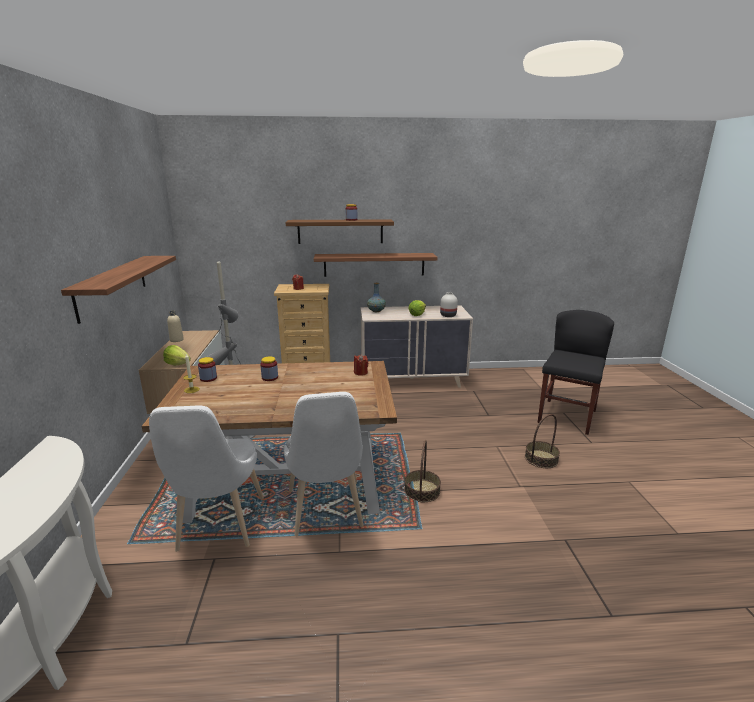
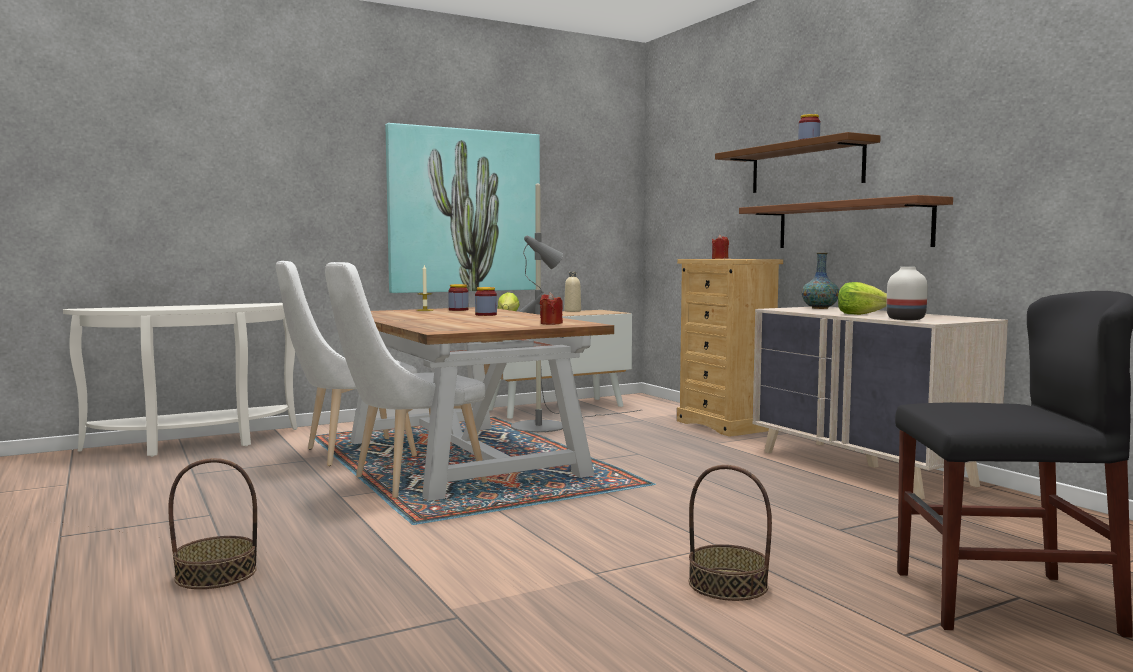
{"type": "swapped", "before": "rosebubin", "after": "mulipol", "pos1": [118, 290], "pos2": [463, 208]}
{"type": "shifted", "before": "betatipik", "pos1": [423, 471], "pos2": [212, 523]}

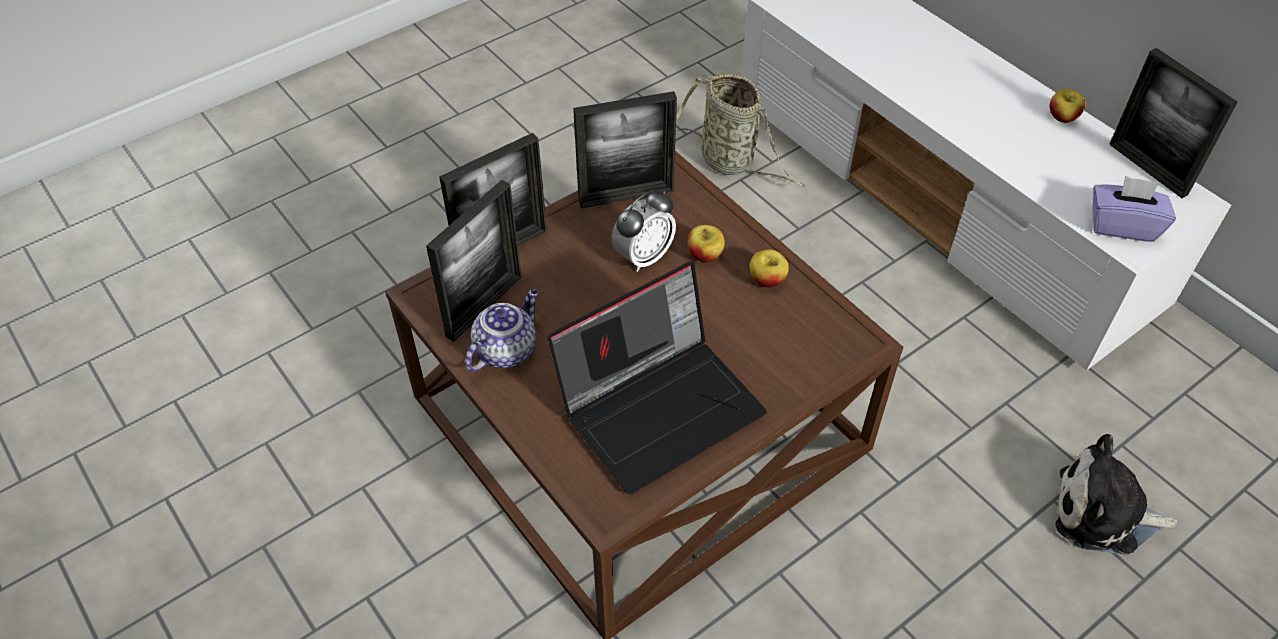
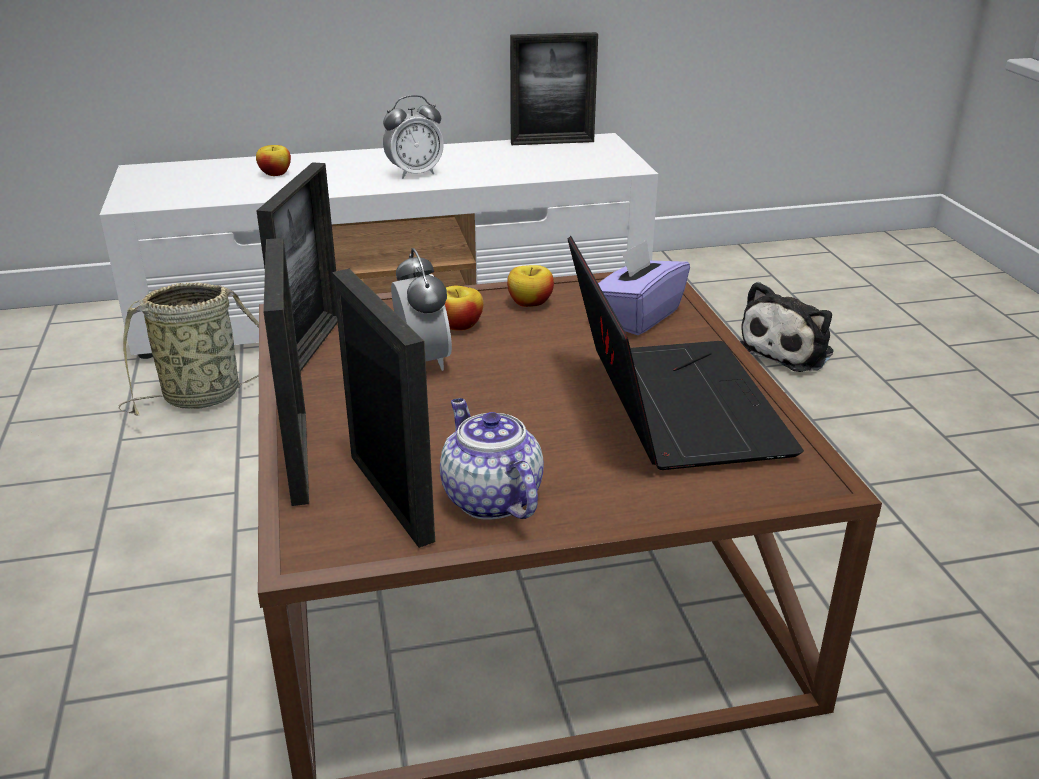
{"type": "shifted", "before": "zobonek", "pos1": [1068, 106], "pos2": [273, 160]}
{"type": "shifted", "before": "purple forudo", "pos1": [1134, 209], "pos2": [644, 287]}
{"type": "new", "after": "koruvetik", "pos2": [413, 137]}

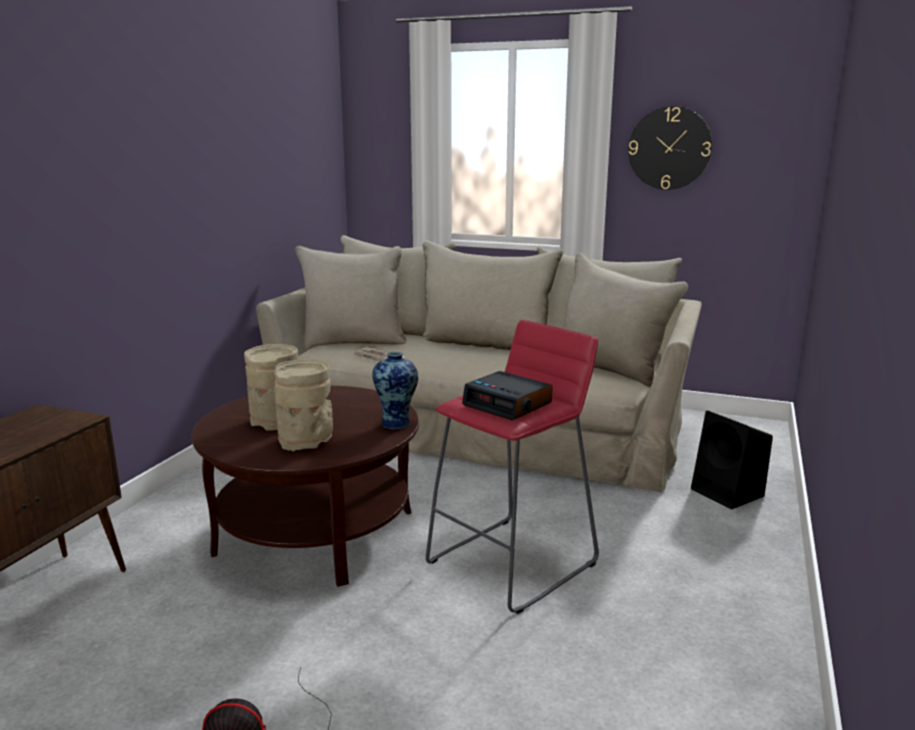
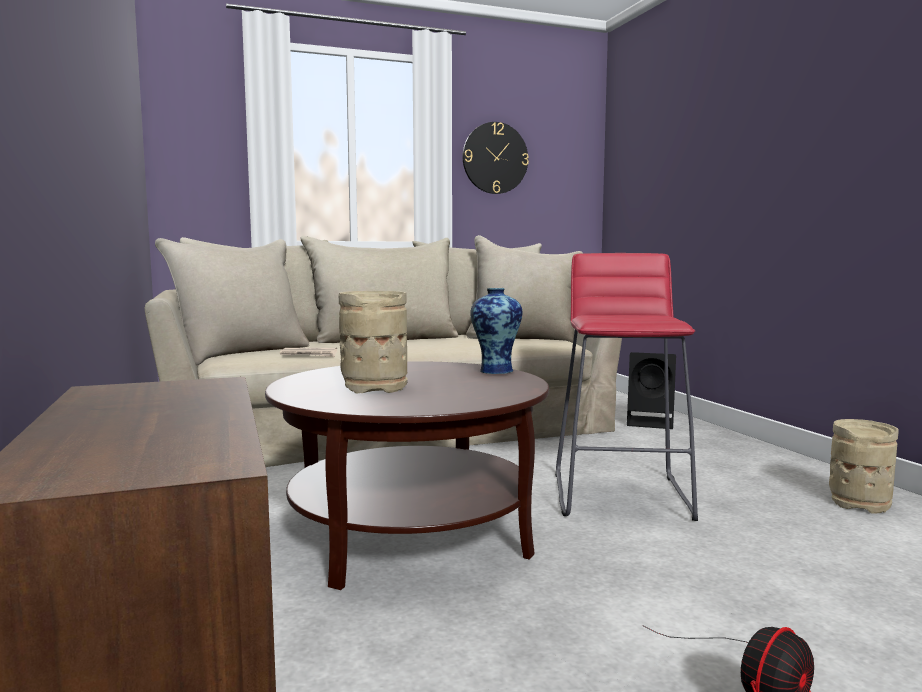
{"type": "shifted", "before": "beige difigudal", "pos1": [303, 405], "pos2": [864, 466]}
{"type": "gone", "before": "koruvetik", "pos1": [507, 396]}

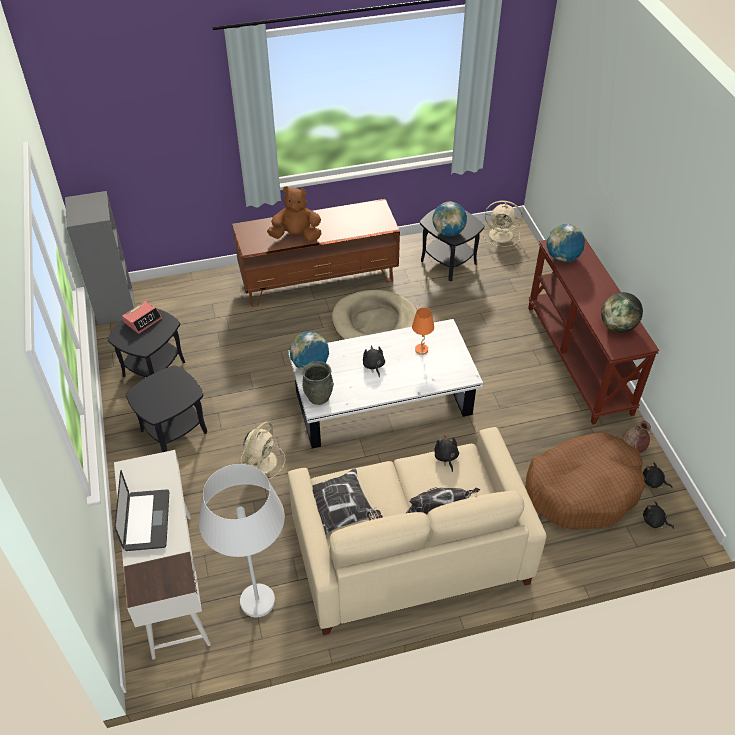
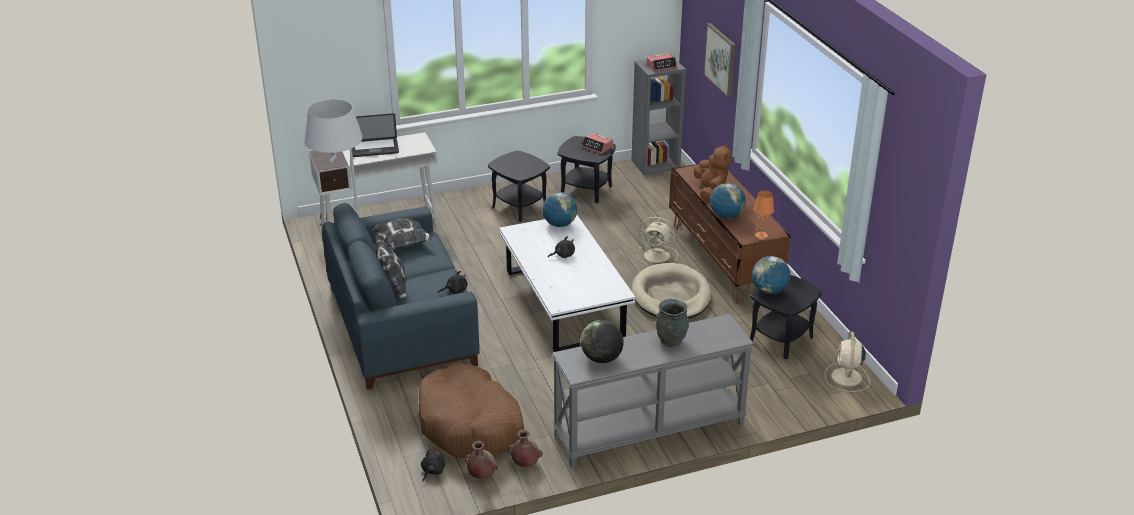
{"type": "shifted", "before": "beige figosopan", "pos1": [263, 450], "pos2": [657, 241]}
{"type": "repainted", "before": "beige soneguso", "after": "blue soneguso", "pos1": [417, 531], "pos2": [401, 296]}
{"type": "shifted", "before": "grey difigudal", "pos1": [318, 383], "pos2": [672, 323]}
{"type": "shifted", "before": "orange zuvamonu", "pos1": [423, 331], "pos2": [763, 215]}
{"type": "repainted", "before": "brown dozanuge", "after": "grey dozanuge", "pos1": [593, 331], "pos2": [653, 391]}
{"type": "shifted", "before": "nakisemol", "pos1": [565, 243], "pos2": [728, 201]}
{"type": "swapped", "before": "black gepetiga", "after": "brown difigudal", "pos1": [658, 475], "pos2": [481, 460]}
{"type": "new", "after": "koruvetik", "pos2": [661, 62]}
{"type": "new", "after": "mulipol", "pos2": [720, 60]}

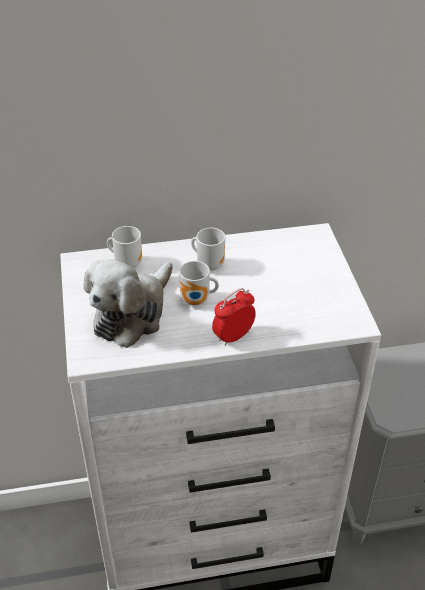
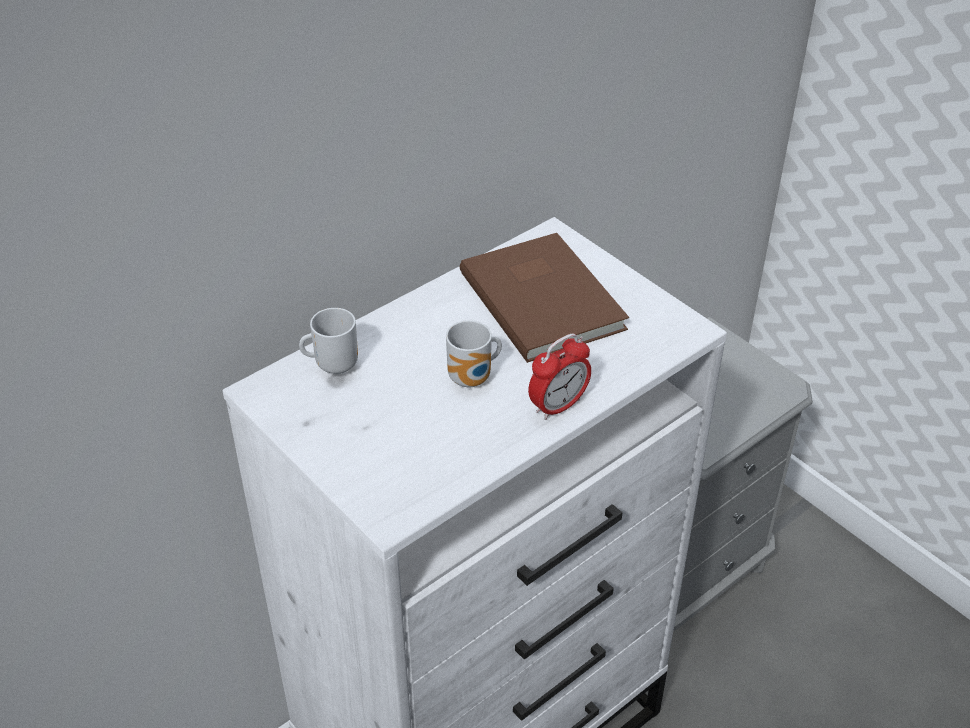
{"type": "gone", "before": "gepetiga", "pos1": [128, 303]}
{"type": "gone", "before": "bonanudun", "pos1": [208, 249]}
{"type": "rotated", "before": "koruvetik", "pos1": [234, 317], "pos2": [559, 376], "turn": -150}
{"type": "new", "after": "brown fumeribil", "pos2": [544, 298]}

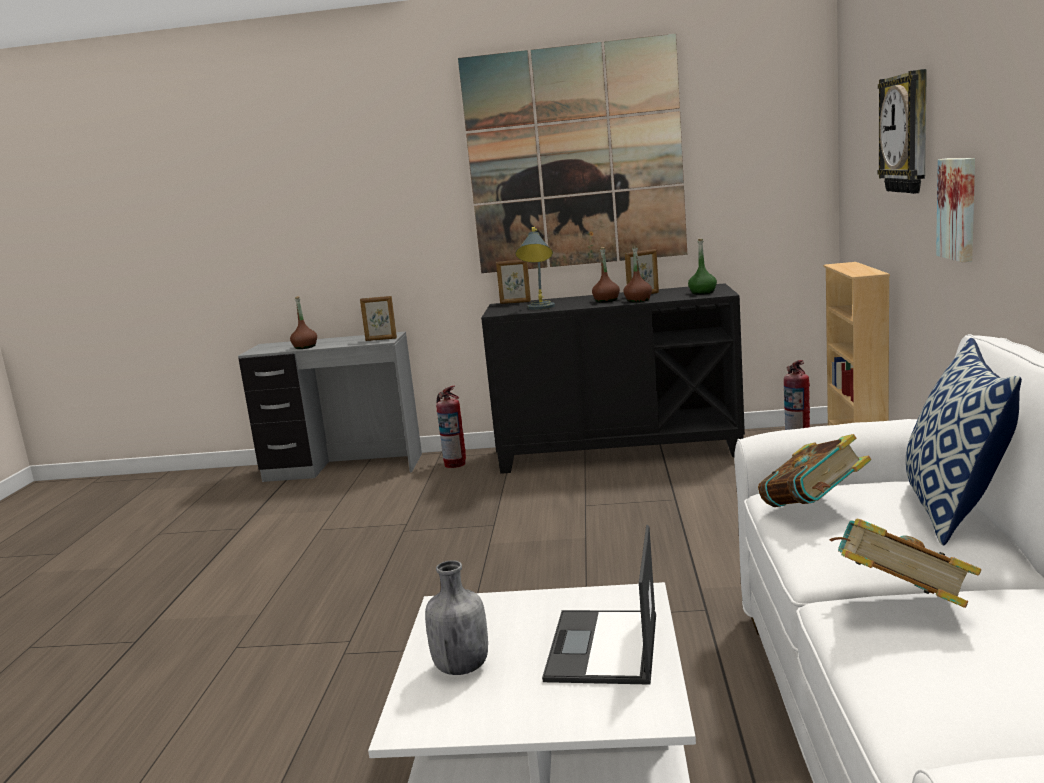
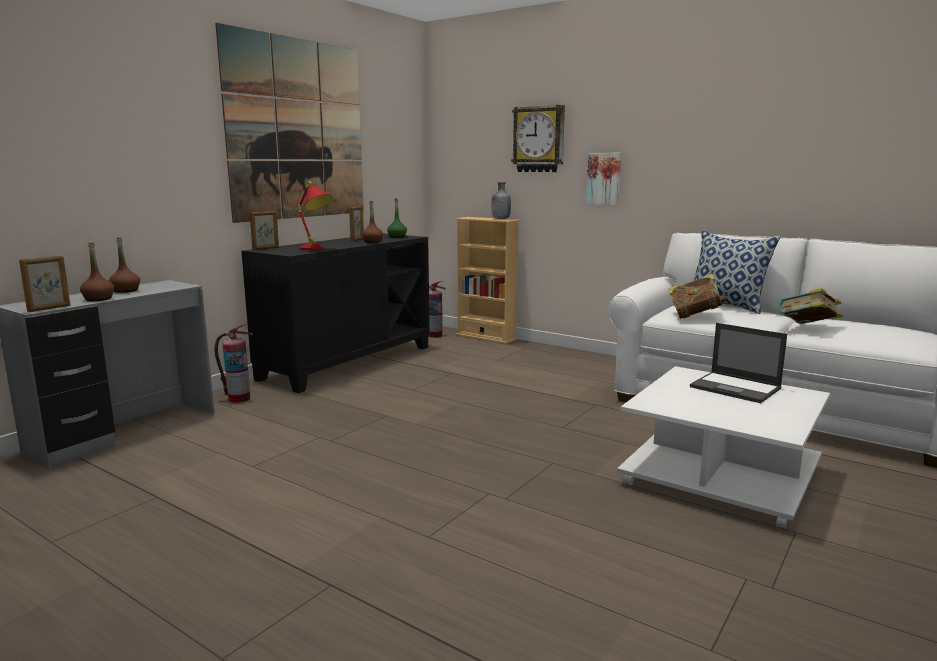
{"type": "shifted", "before": "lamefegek", "pos1": [378, 318], "pos2": [45, 284]}
{"type": "shifted", "before": "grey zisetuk", "pos1": [456, 617], "pos2": [501, 200]}
{"type": "repainted", "before": "grey zuvamonu", "after": "red zuvamonu", "pos1": [535, 268], "pos2": [314, 215]}
{"type": "shifted", "before": "brown zisetuk", "pos1": [606, 274], "pos2": [124, 265]}

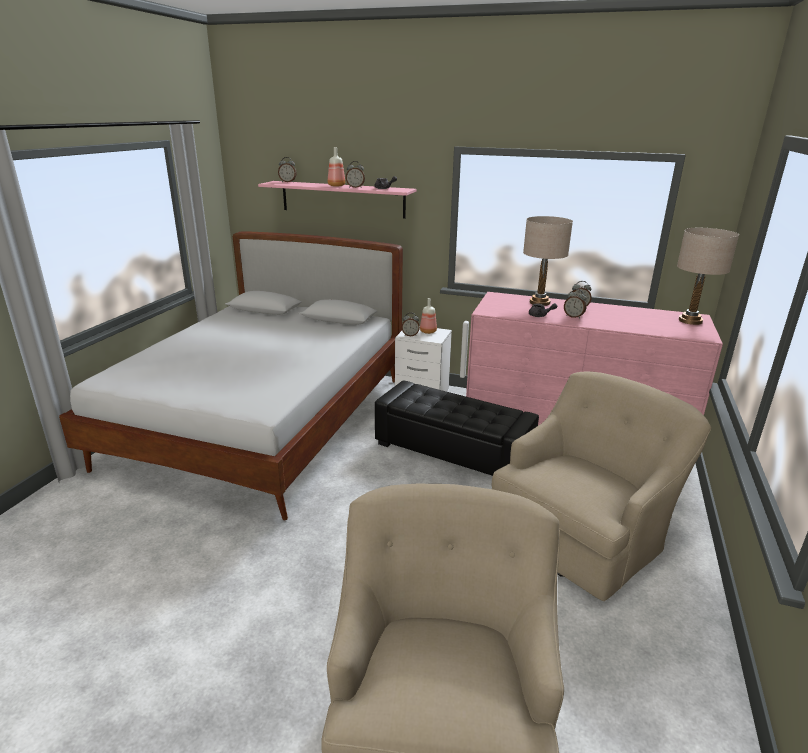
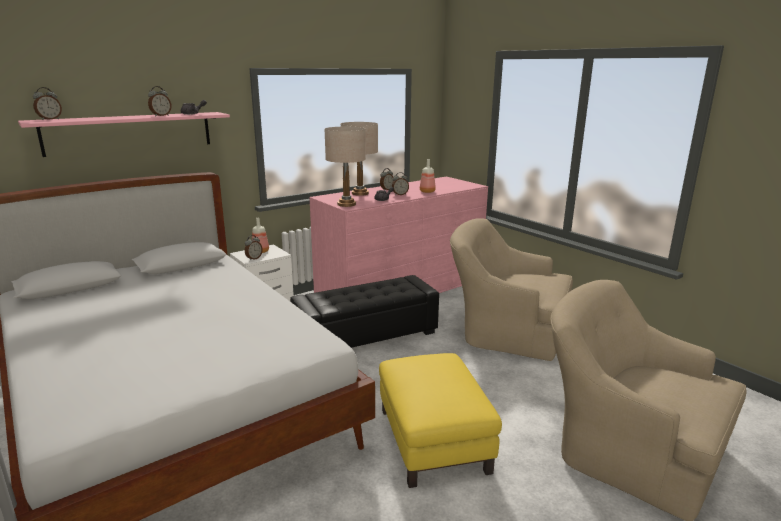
{"type": "shifted", "before": "zisetuk", "pos1": [336, 167], "pos2": [428, 176]}
{"type": "rotated", "before": "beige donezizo", "pos1": [601, 486], "pos2": [511, 289], "turn": -60}
{"type": "shifted", "before": "beige zuvamonu", "pos1": [708, 276], "pos2": [345, 167]}
{"type": "new", "after": "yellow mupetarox", "pos2": [440, 420]}

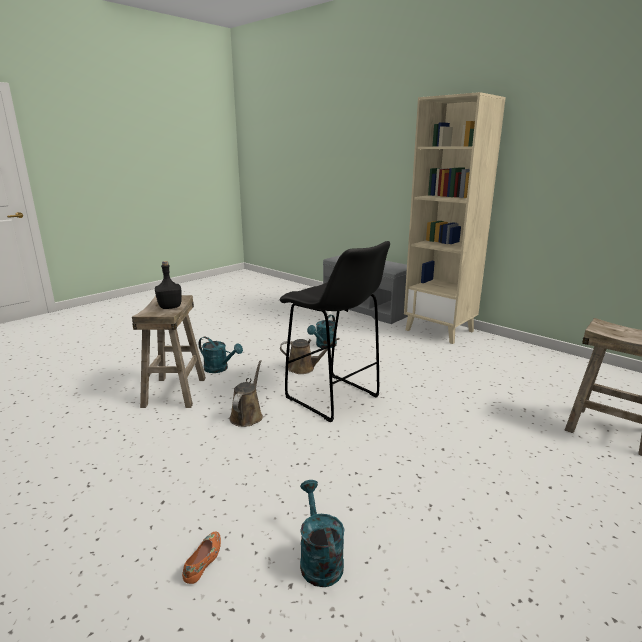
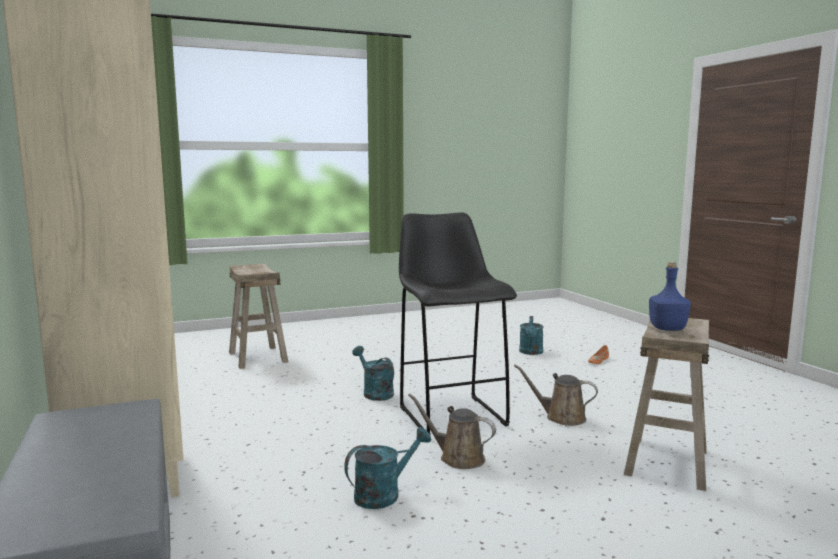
{"type": "repainted", "before": "black zisetuk", "after": "blue zisetuk", "pos1": [168, 285], "pos2": [670, 296]}
{"type": "shifted", "before": "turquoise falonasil", "pos1": [221, 354], "pos2": [373, 373]}
{"type": "rotated", "before": "brown falonasil", "pos1": [246, 393], "pos2": [556, 395], "turn": 75}

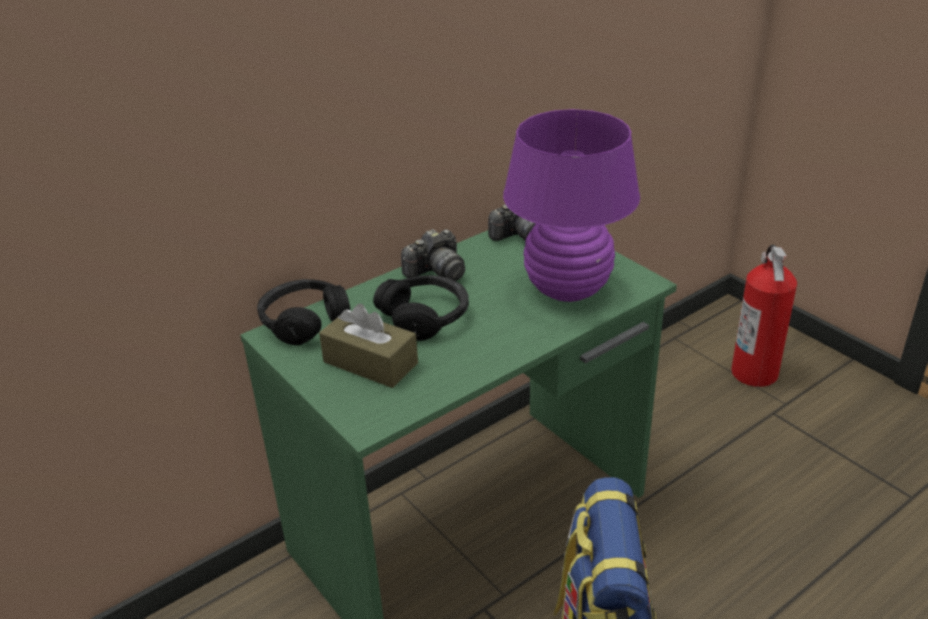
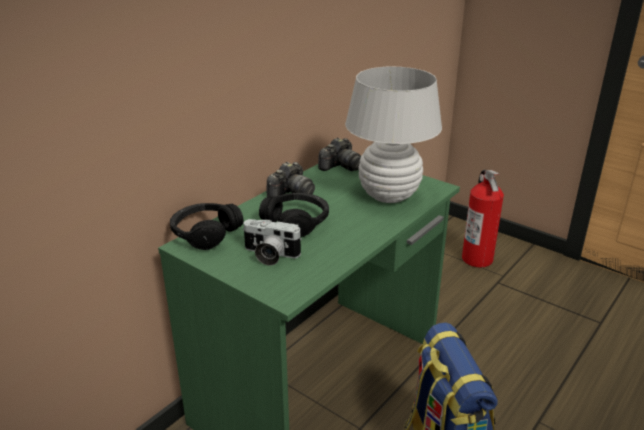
{"type": "swapped", "before": "brown forudo", "after": "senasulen", "pos1": [368, 346], "pos2": [272, 242]}
{"type": "repainted", "before": "purple zuvamonu", "after": "white zuvamonu", "pos1": [571, 205], "pos2": [393, 135]}

